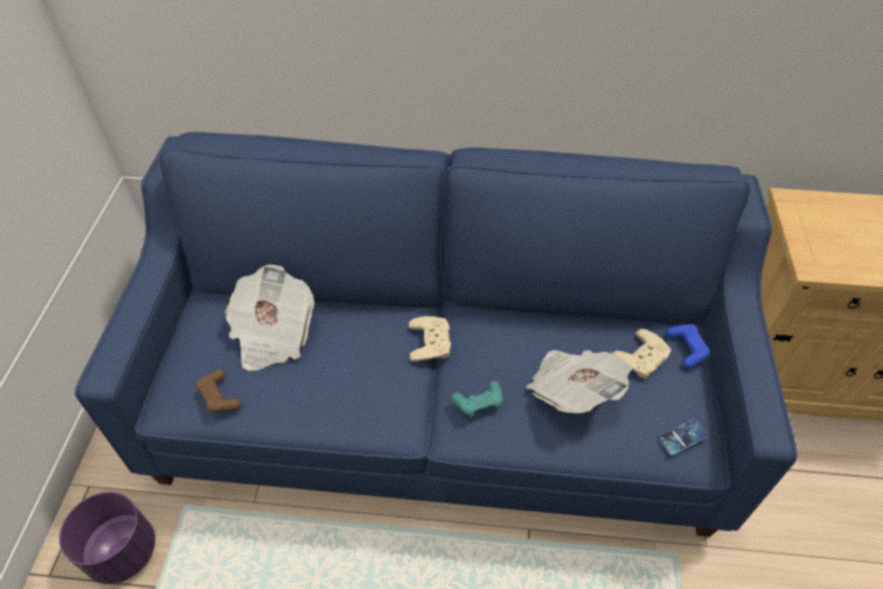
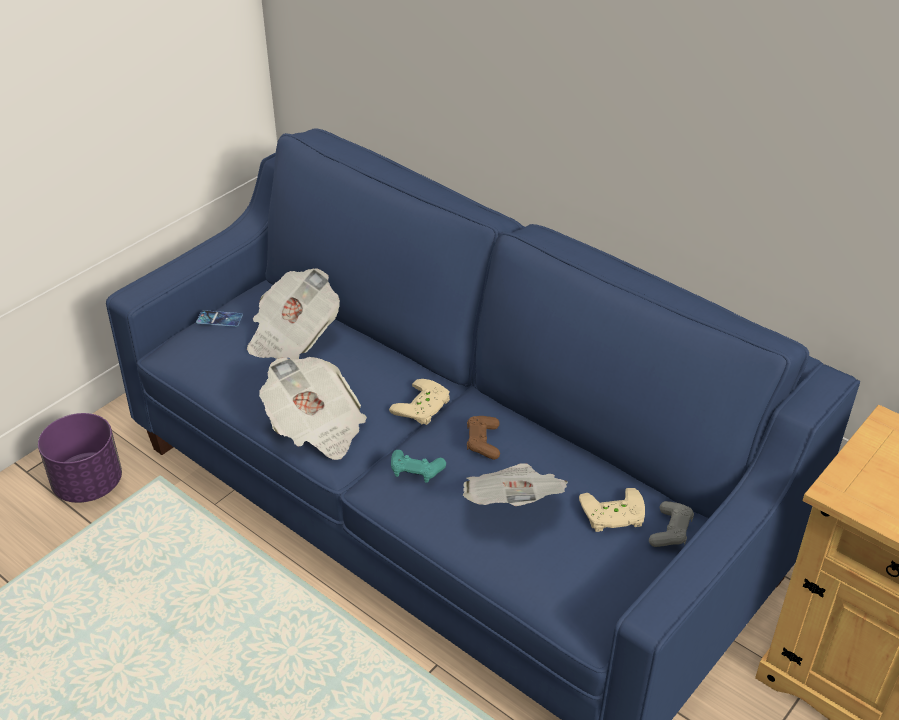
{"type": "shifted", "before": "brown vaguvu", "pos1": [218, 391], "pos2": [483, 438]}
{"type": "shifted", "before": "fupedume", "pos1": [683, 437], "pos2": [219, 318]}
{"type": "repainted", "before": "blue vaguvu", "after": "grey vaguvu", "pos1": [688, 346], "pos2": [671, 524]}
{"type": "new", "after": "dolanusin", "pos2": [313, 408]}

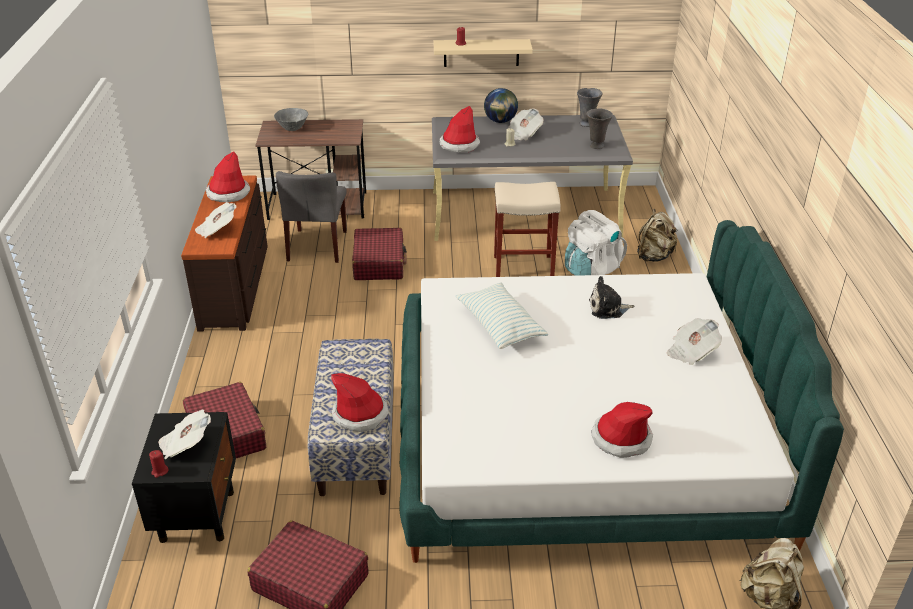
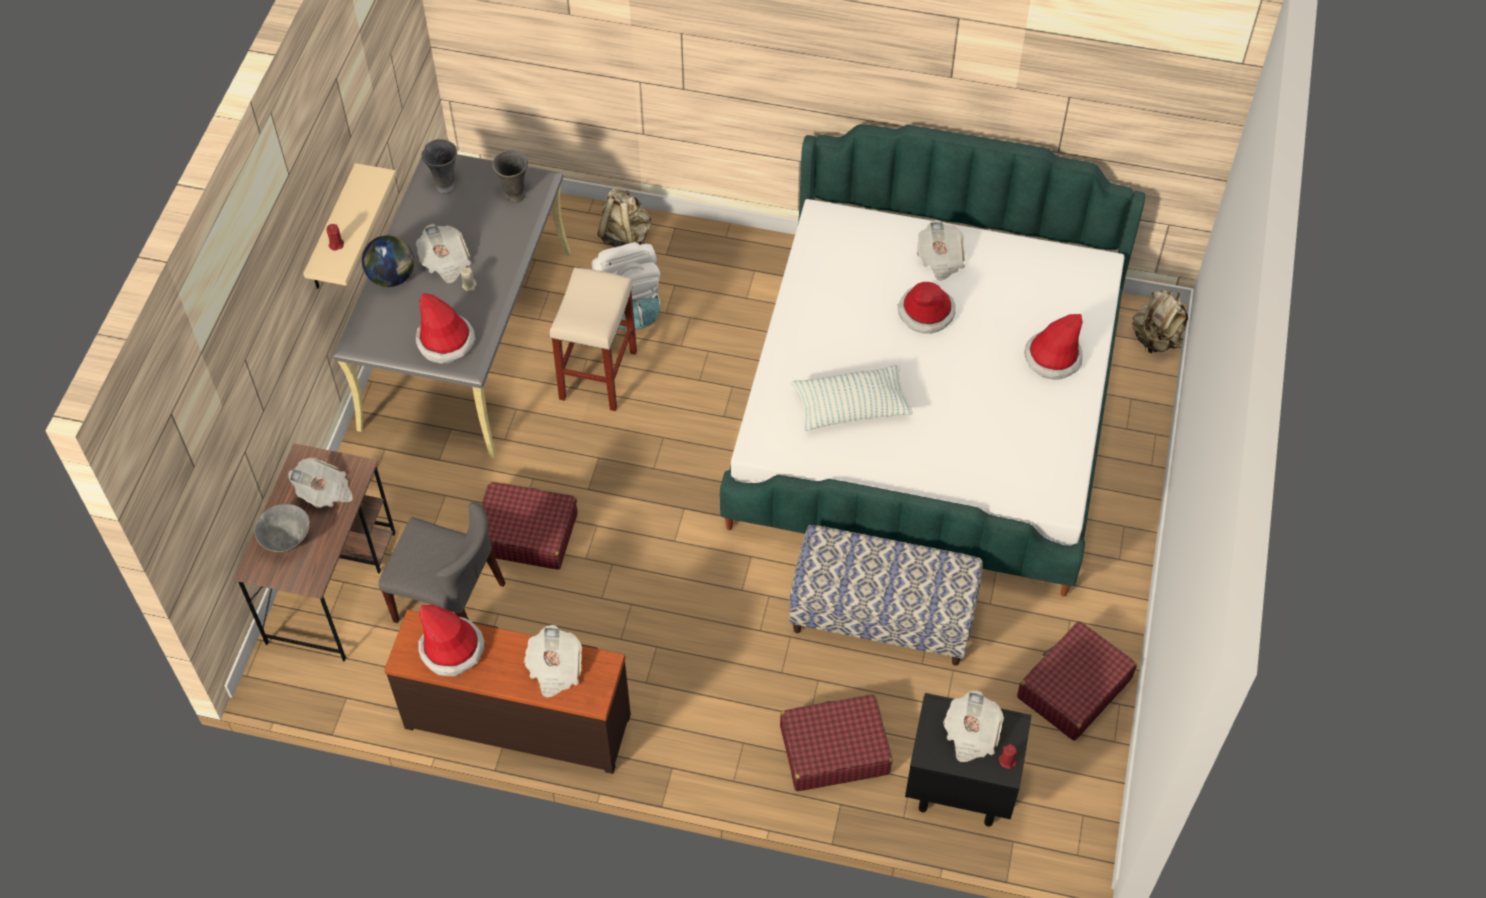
{"type": "shifted", "before": "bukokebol", "pos1": [360, 402], "pos2": [926, 308]}
{"type": "gone", "before": "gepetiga", "pos1": [611, 297]}
{"type": "new", "after": "dolanusin", "pos2": [320, 483]}

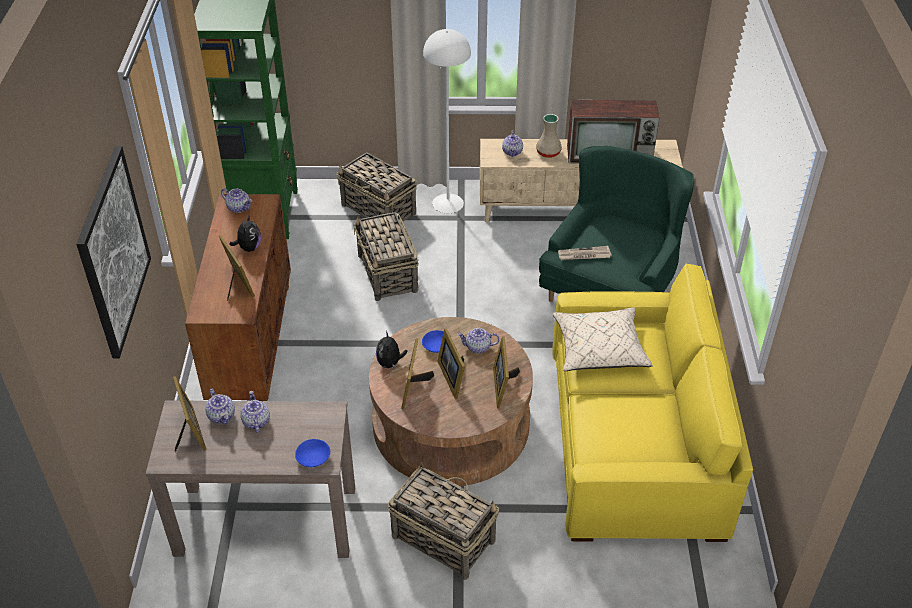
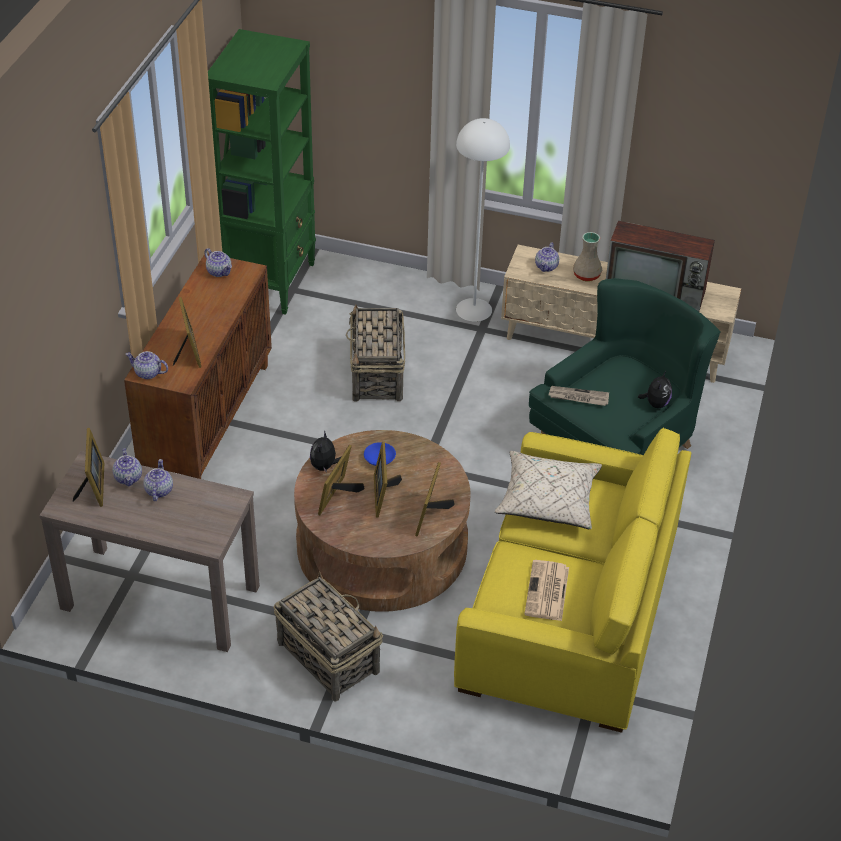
{"type": "gone", "before": "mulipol", "pos1": [113, 252]}
{"type": "shifted", "before": "gepetiga", "pos1": [245, 233], "pos2": [655, 389]}
{"type": "gone", "before": "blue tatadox", "pos1": [312, 453]}
{"type": "gone", "before": "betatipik", "pos1": [376, 186]}
{"type": "shifted", "before": "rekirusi", "pos1": [478, 341], "pos2": [147, 365]}
{"type": "new", "after": "dolanusin", "pos2": [546, 590]}

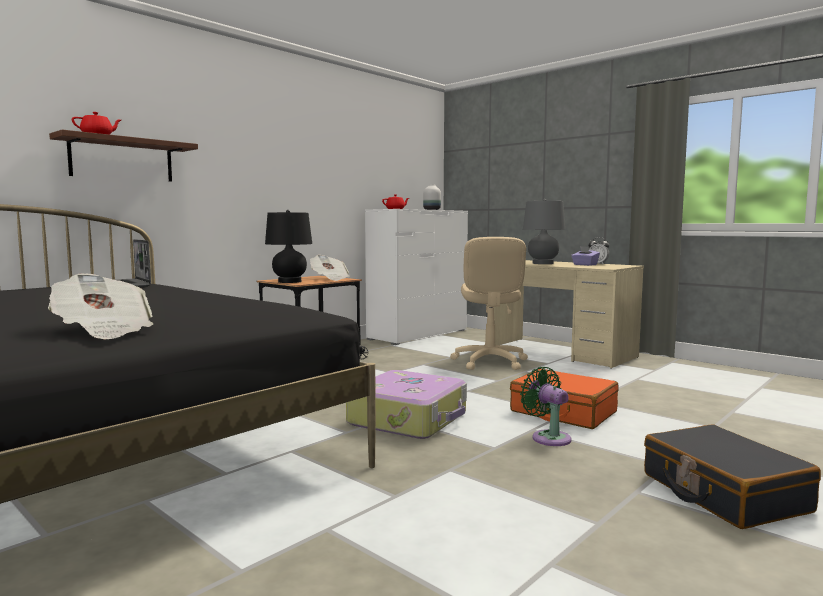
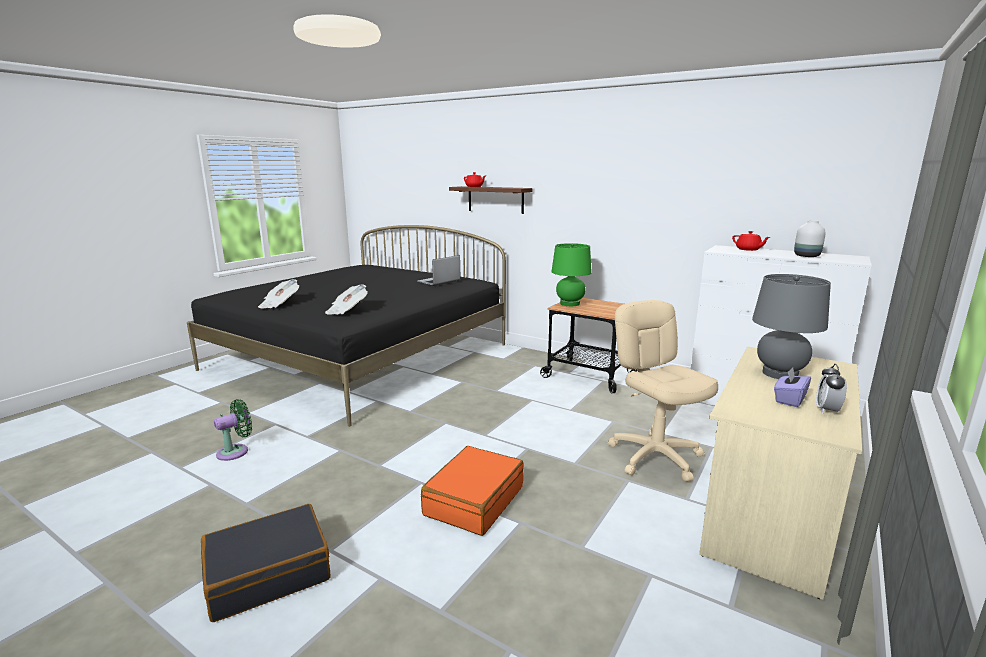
{"type": "repainted", "before": "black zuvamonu", "after": "green zuvamonu", "pos1": [288, 246], "pos2": [571, 274]}
{"type": "shifted", "before": "dolanusin", "pos1": [330, 268], "pos2": [346, 299]}
{"type": "gone", "before": "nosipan", "pos1": [406, 404]}
{"type": "rotated", "before": "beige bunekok", "pos1": [489, 303], "pos2": [663, 391], "turn": 75}
{"type": "shifted", "before": "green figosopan", "pos1": [545, 406], "pos2": [233, 430]}

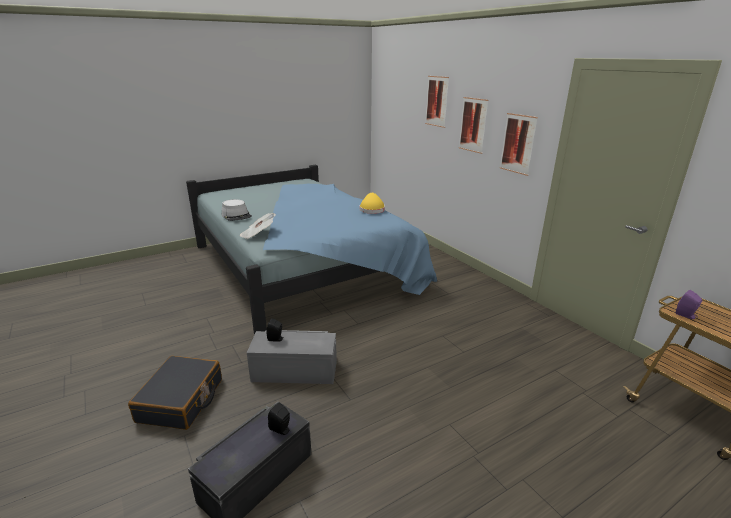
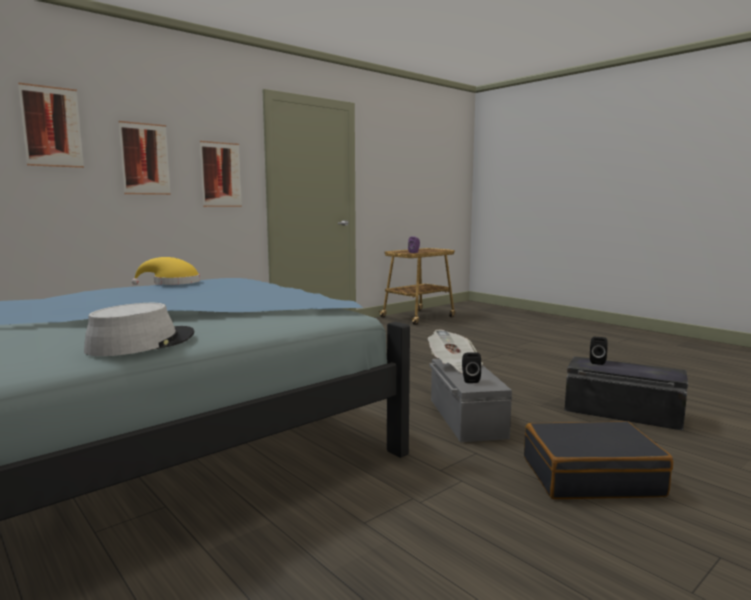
{"type": "shifted", "before": "dolanusin", "pos1": [258, 226], "pos2": [455, 351]}

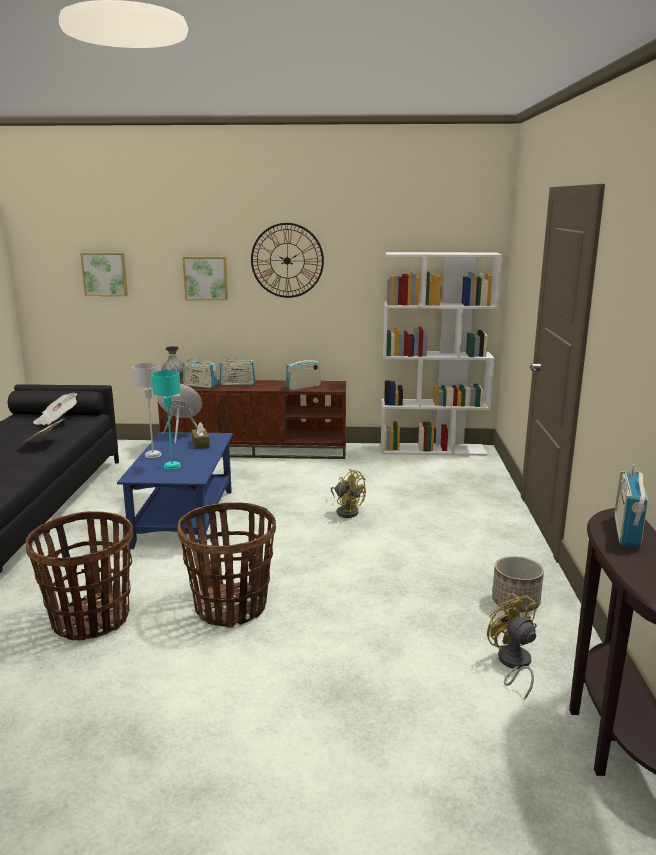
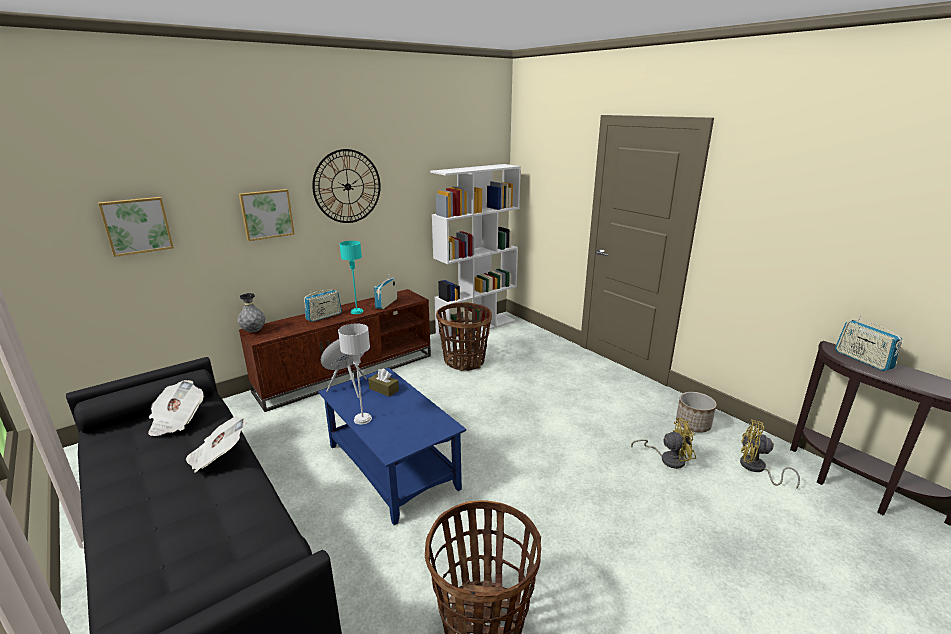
{"type": "shifted", "before": "turquoise zuvamonu", "pos1": [166, 420], "pos2": [351, 277]}
{"type": "shifted", "before": "betatipik", "pos1": [226, 565], "pos2": [464, 336]}
{"type": "gone", "before": "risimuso", "pos1": [200, 372]}
{"type": "shifted", "before": "yellow figosopan", "pos1": [348, 493], "pos2": [663, 443]}

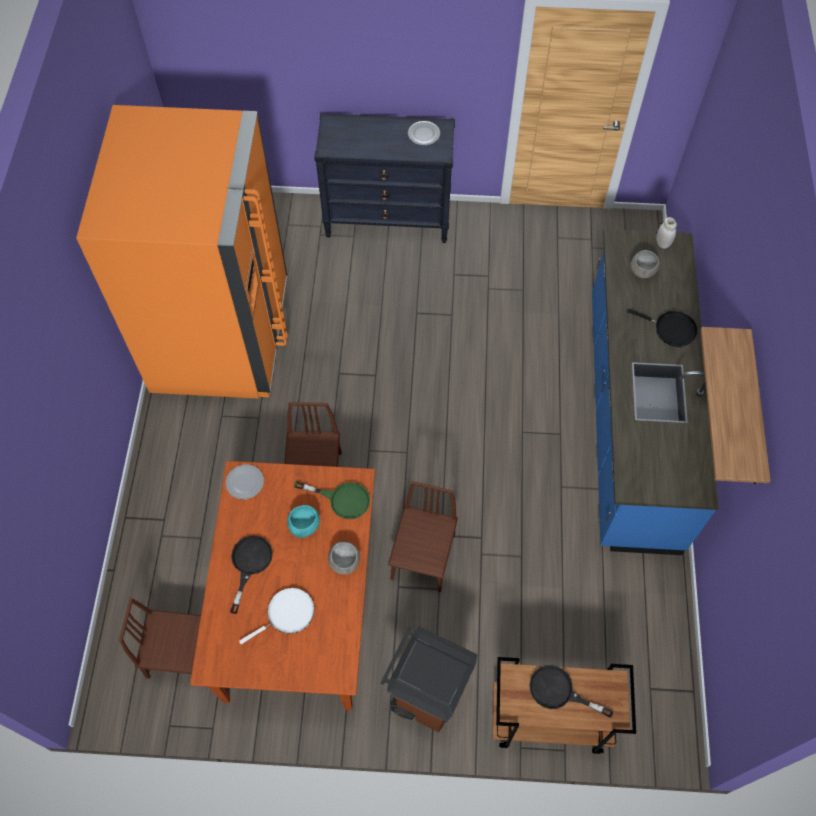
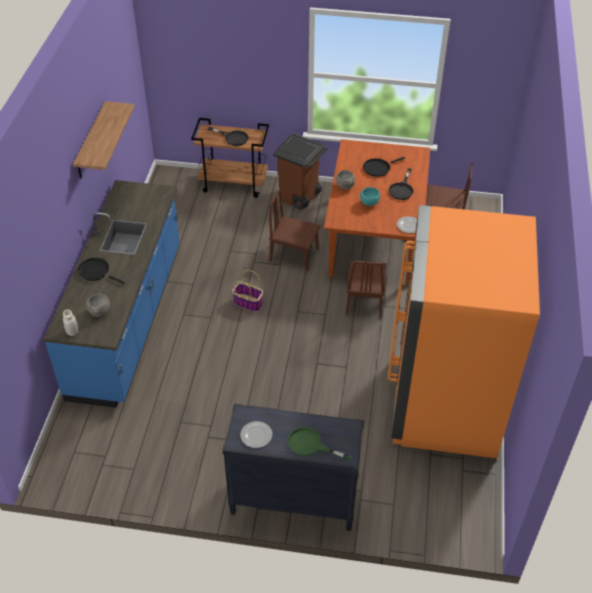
{"type": "repainted", "before": "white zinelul", "after": "black zinelul", "pos1": [277, 616], "pos2": [384, 167]}
{"type": "shifted", "before": "green zinelul", "pos1": [332, 500], "pos2": [320, 444]}
{"type": "rotated", "before": "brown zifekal", "pos1": [423, 536], "pos2": [295, 230], "turn": 90}
{"type": "new", "after": "betatipik", "pos2": [247, 291]}

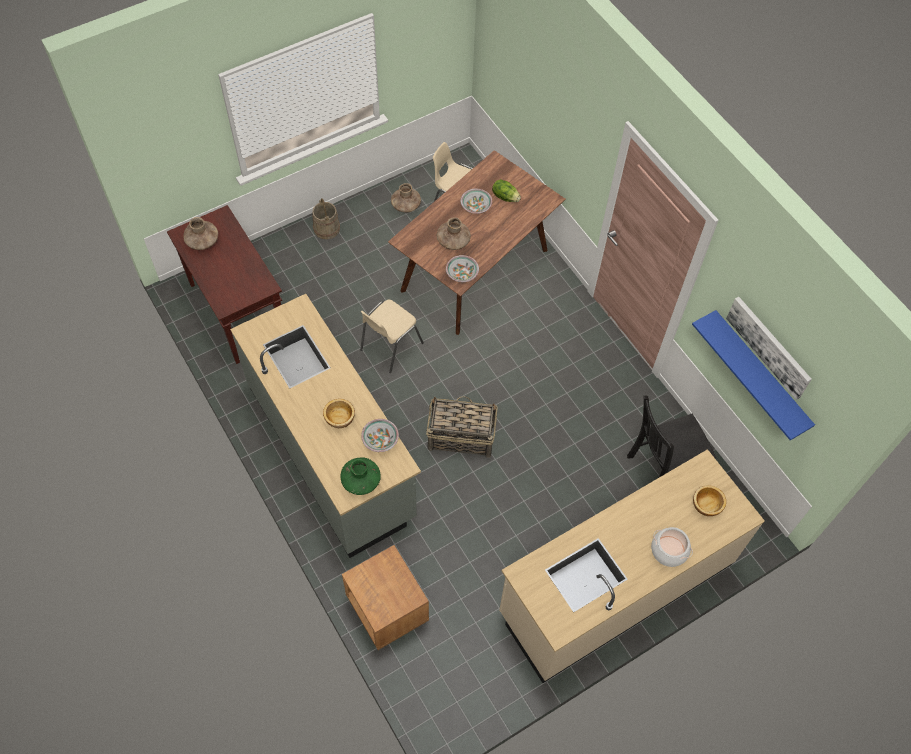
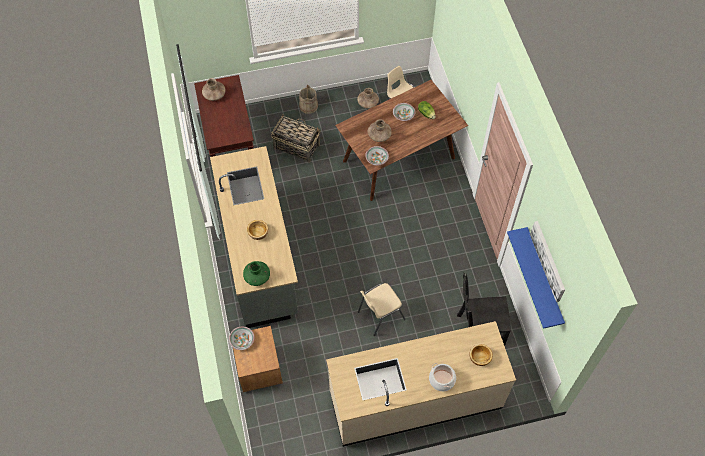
{"type": "shifted", "before": "beige zifekal", "pos1": [392, 336], "pos2": [381, 309]}
{"type": "shifted", "before": "tatadox", "pos1": [380, 435], "pos2": [241, 338]}
{"type": "shifted", "before": "betatipik", "pos1": [462, 427], "pos2": [295, 139]}

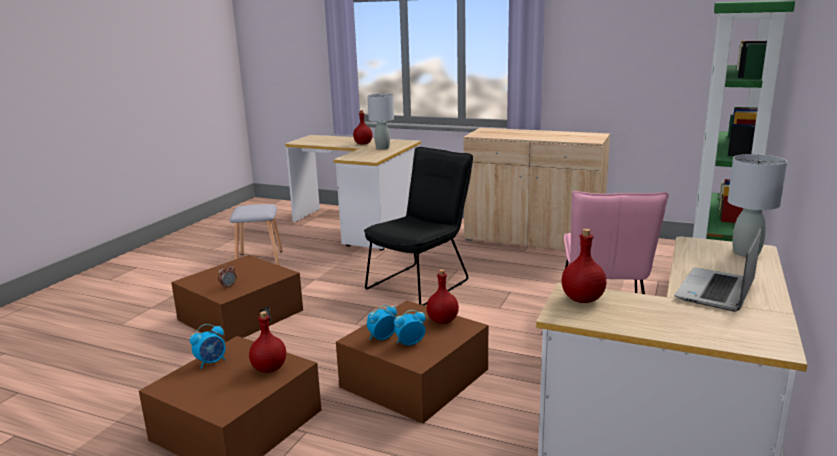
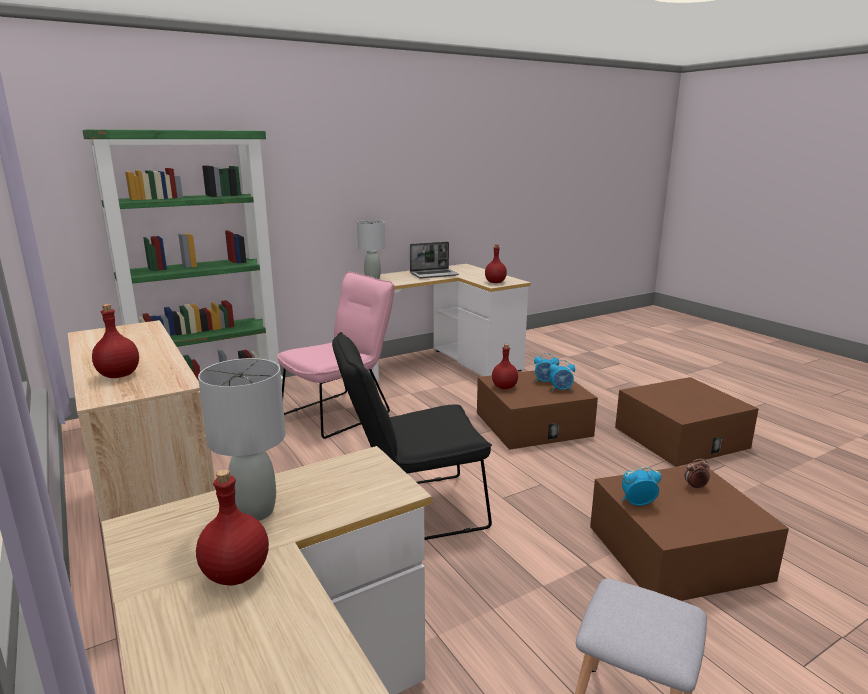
{"type": "shifted", "before": "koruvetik", "pos1": [208, 346], "pos2": [641, 486]}
{"type": "shifted", "before": "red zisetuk", "pos1": [267, 342], "pos2": [115, 341]}

